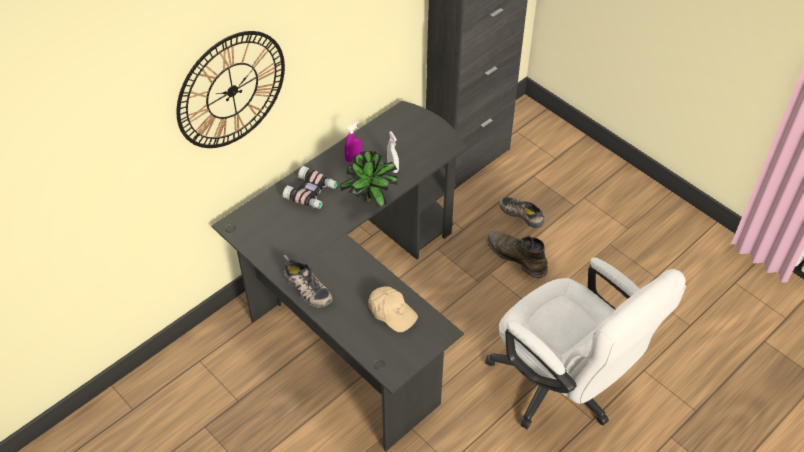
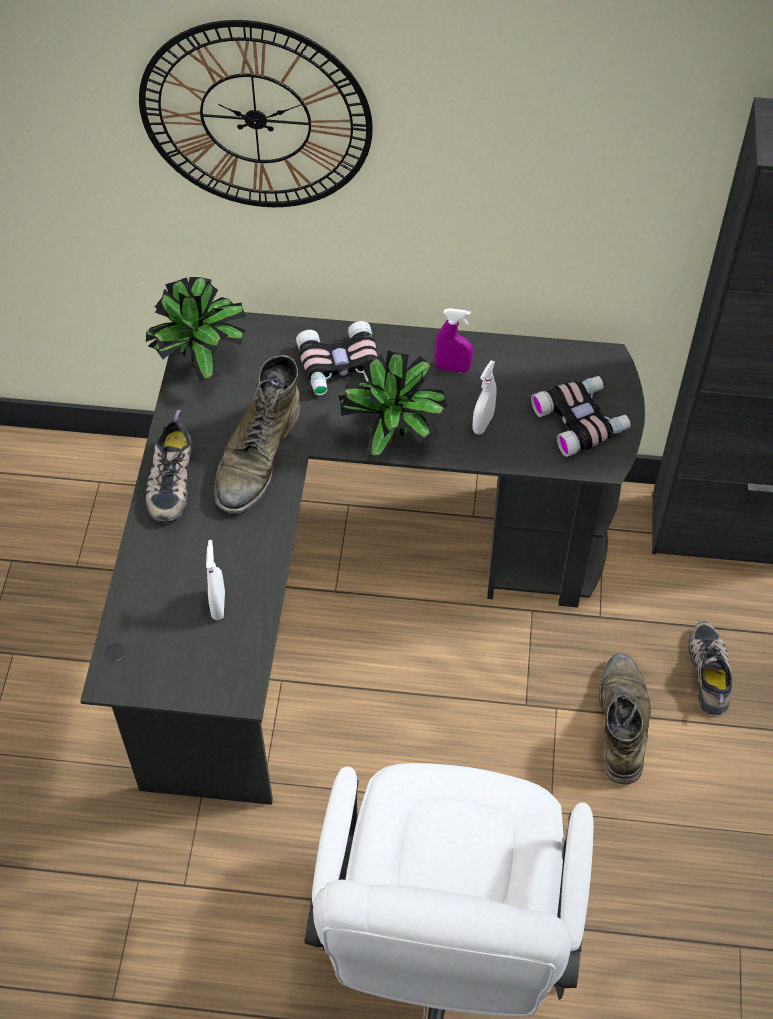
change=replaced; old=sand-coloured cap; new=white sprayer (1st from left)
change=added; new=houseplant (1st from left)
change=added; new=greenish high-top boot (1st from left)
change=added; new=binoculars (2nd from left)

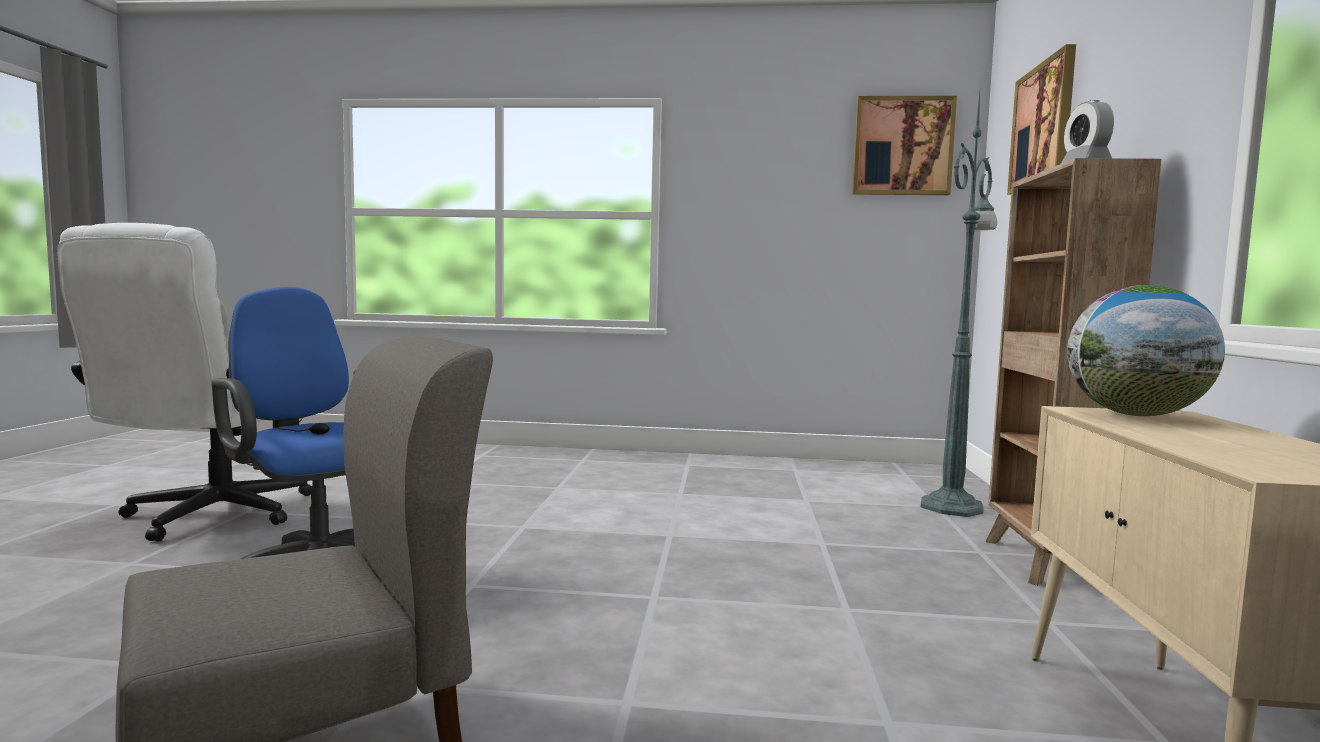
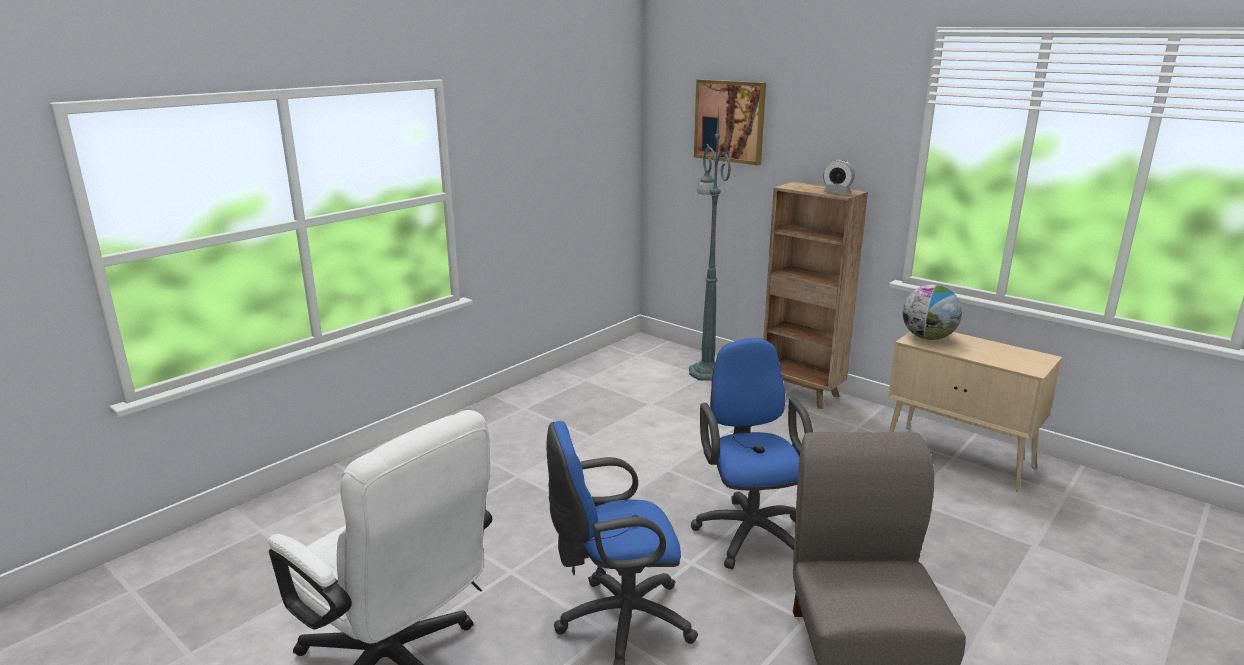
change=removed; old=wall picture (1st from left)
change=added; new=blue-coloured computer chair (2nd from left)

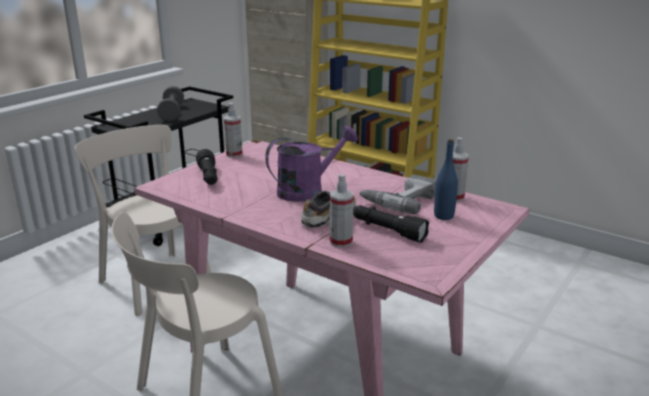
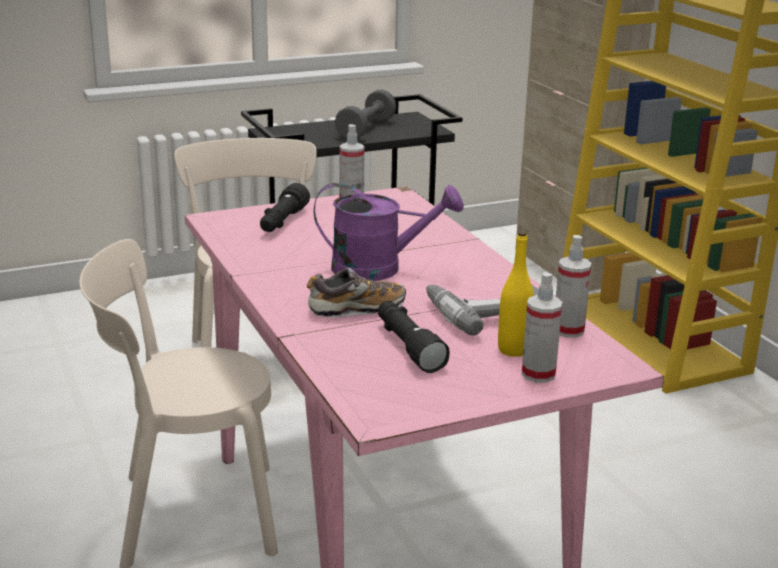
change=recoloured; old=blue-coloured beverage bottle; new=yellow beverage bottle
change=moved; old=sprayer (2nd from left)

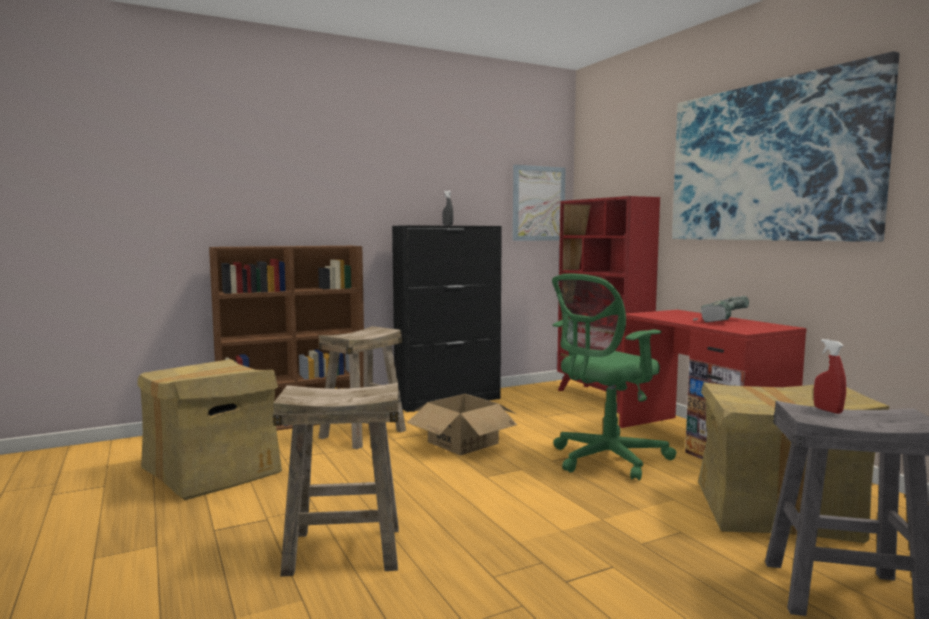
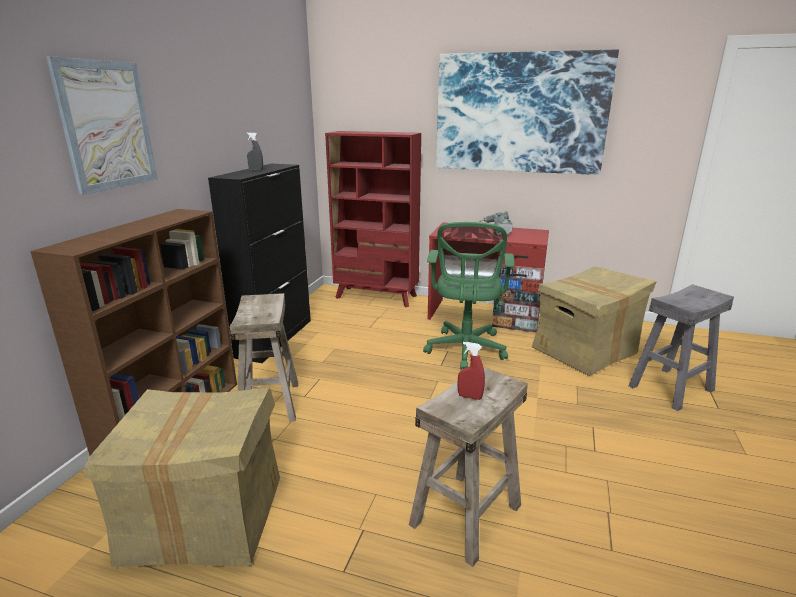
change=moved; old=wall picture (1st from left)
change=moved; old=red sprayer
change=removed; old=packing box (2nd from left)

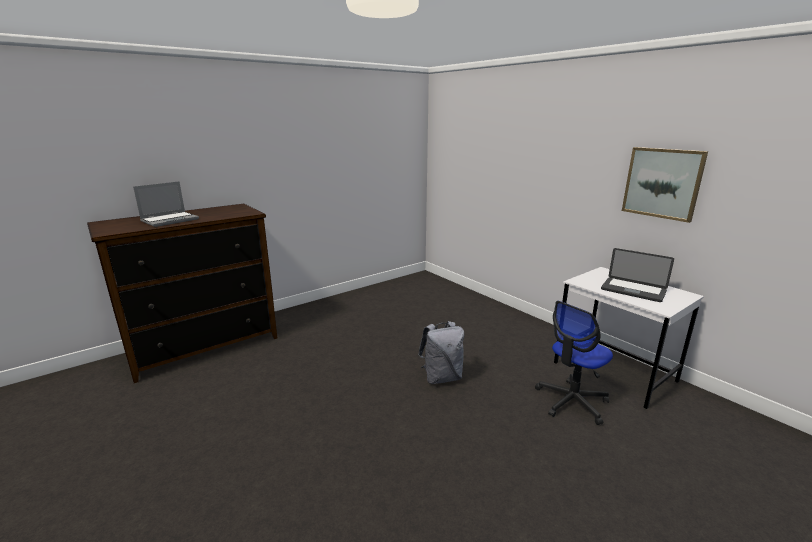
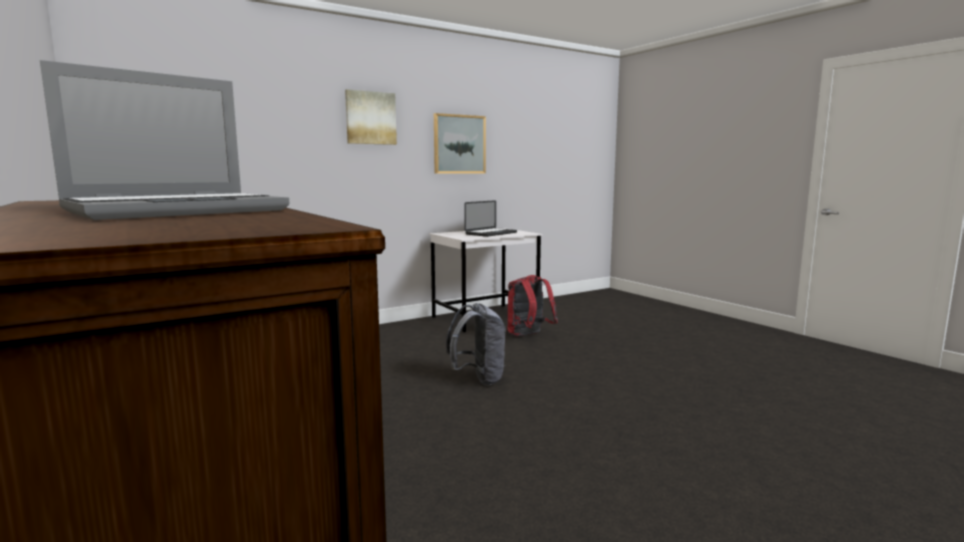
change=turned; old=notebook computer (1st from left); degrees=90
change=replaced; old=computer chair; new=red knapsack
change=added; new=wall picture (1st from left)

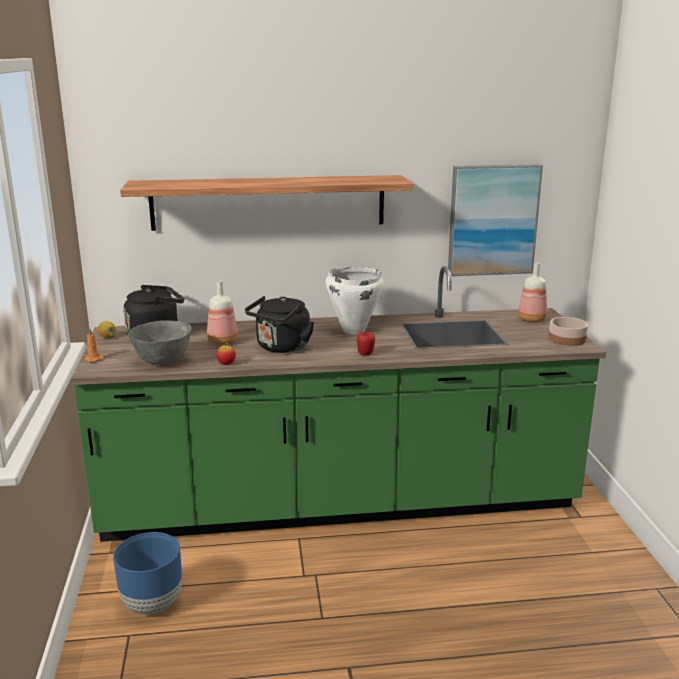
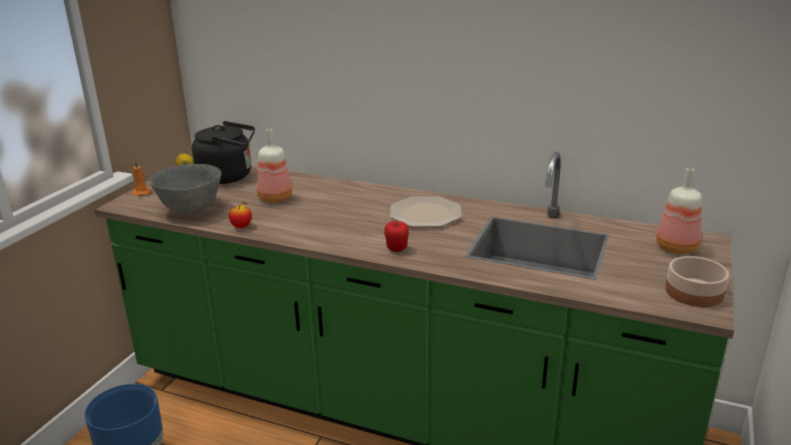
change=removed; old=wall picture
change=removed; old=shelf
change=replaced; old=white saucepot; new=plate
change=removed; old=black tea kettle (2nd from left)

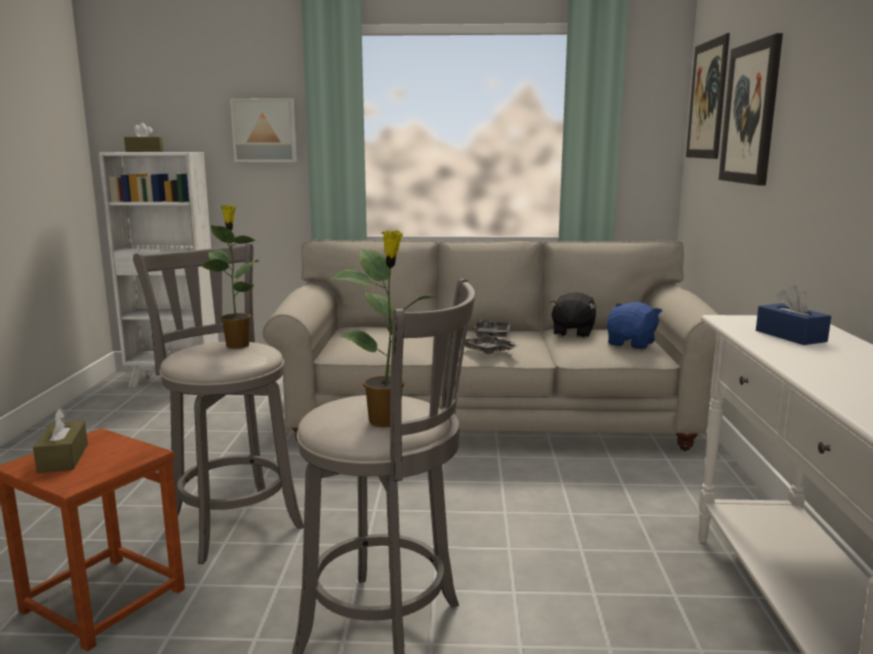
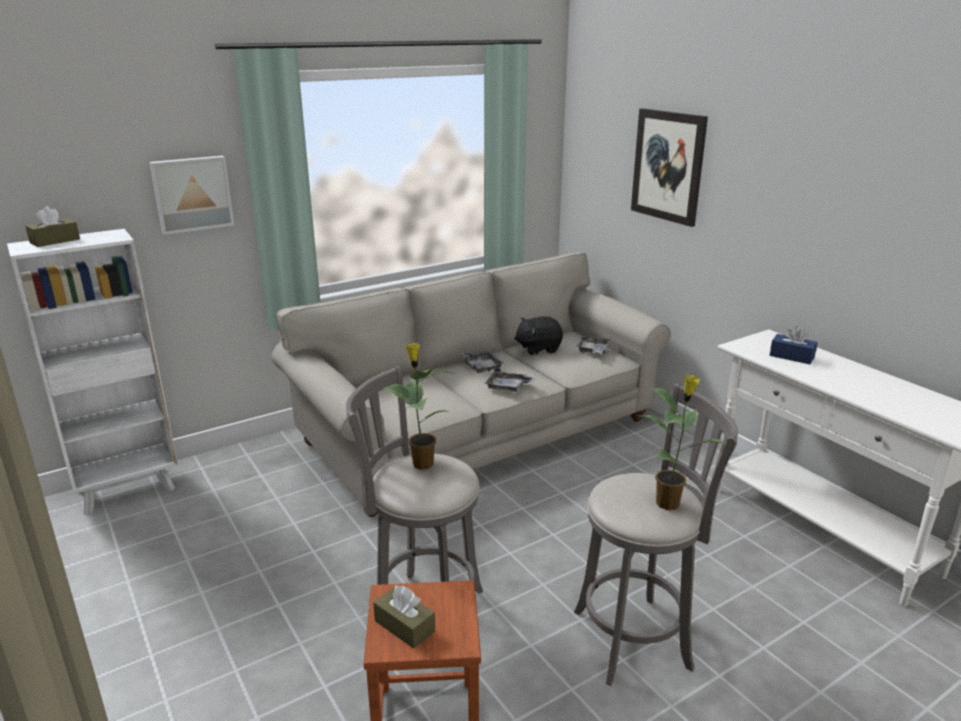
change=removed; old=wall picture (2nd from left)
change=turned; old=black cuddly toy; degrees=90
change=replaced; old=blue-coloured cuddly toy; new=grey serving tray (3rd from left)

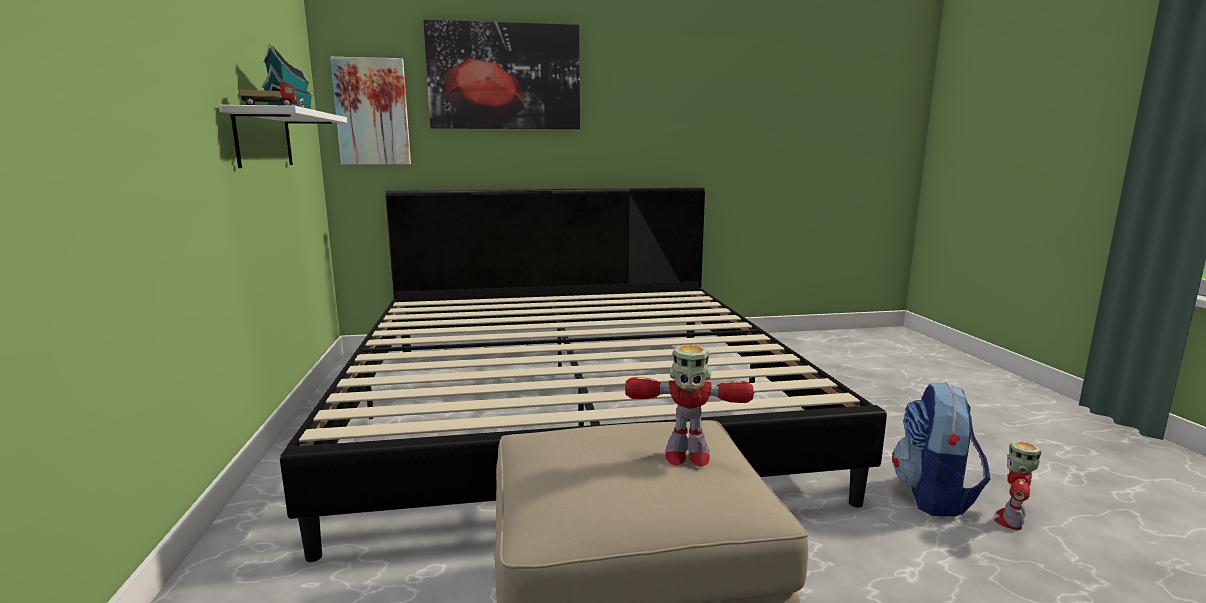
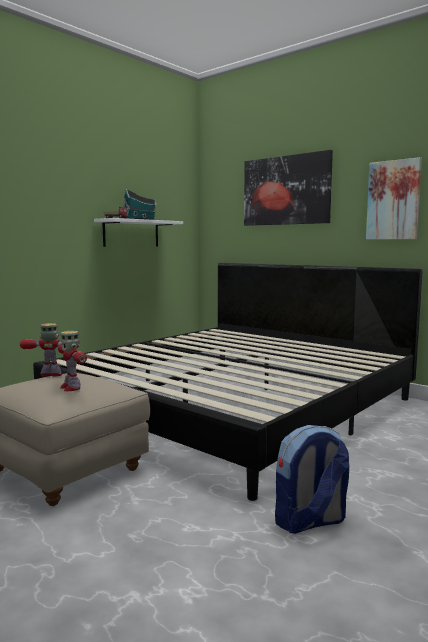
change=moved; old=wall picture (1st from left in the first image); new=wall picture (2nd from left)
change=moved; old=toy robot (2nd from left in the first image); new=toy robot (1st from left)

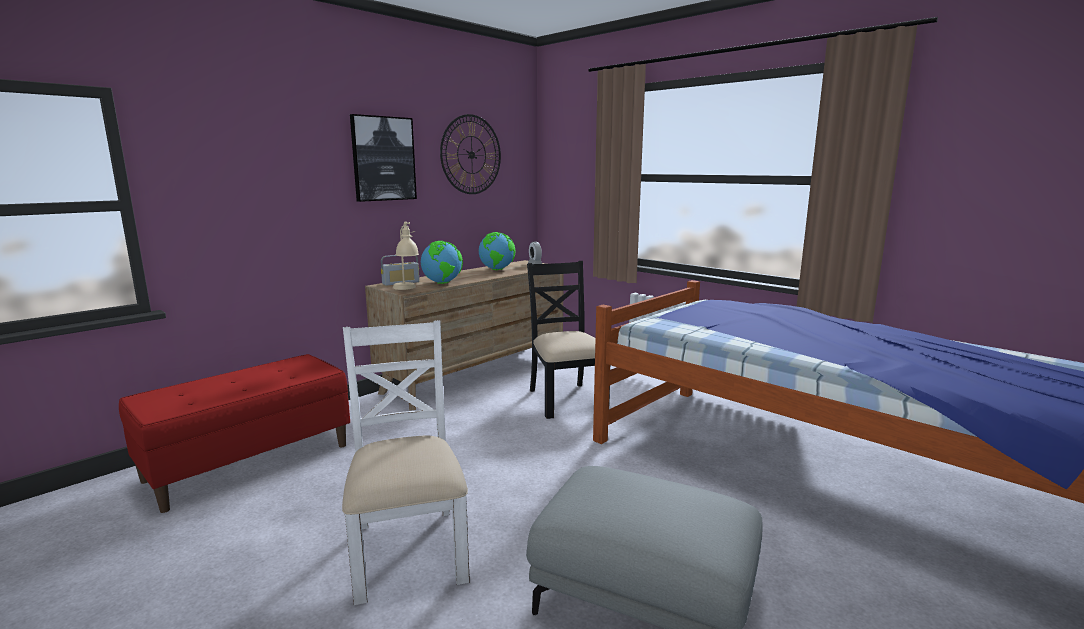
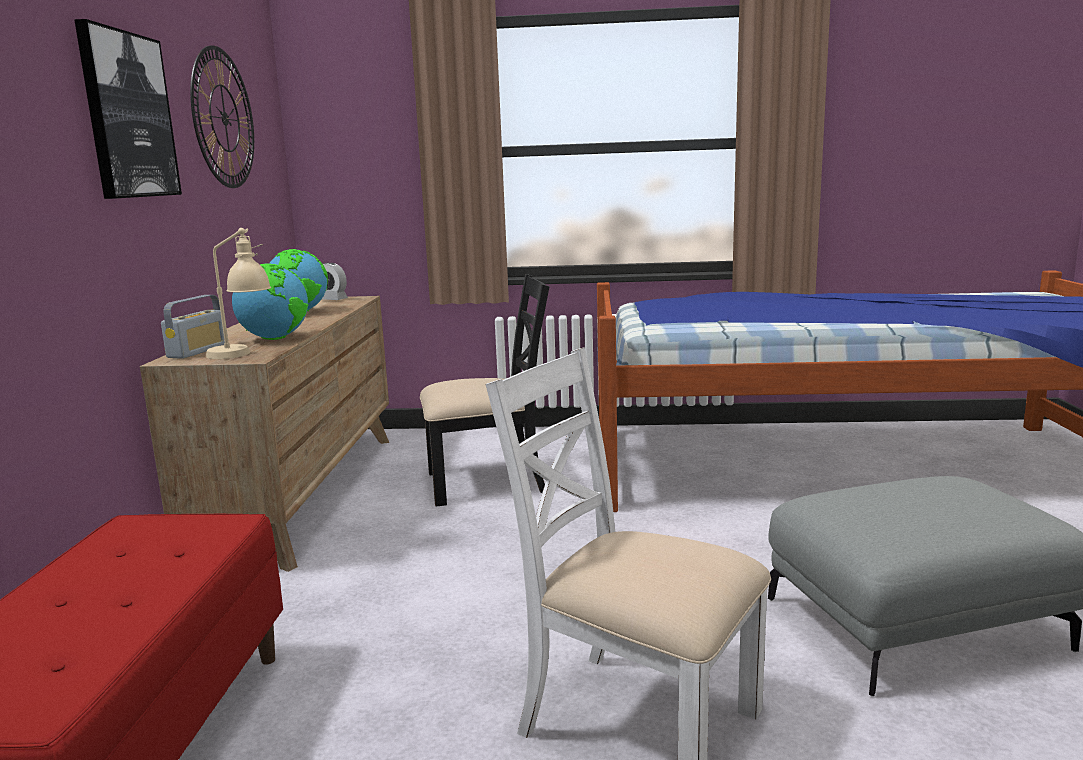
change=turned; old=black upright chair; degrees=135

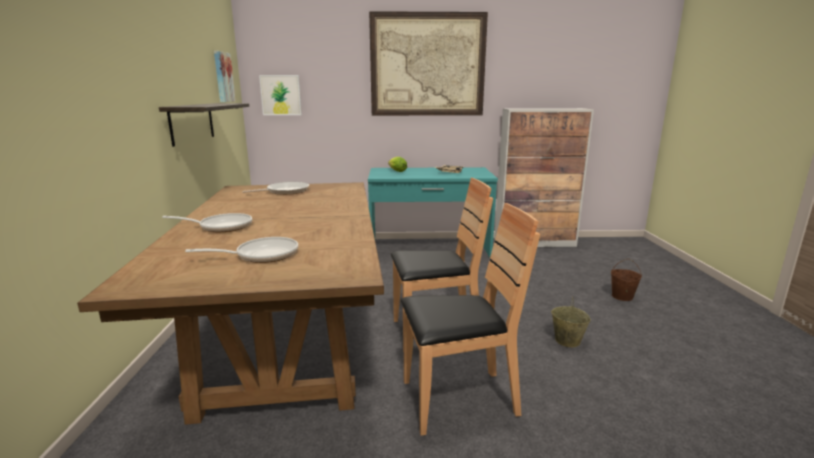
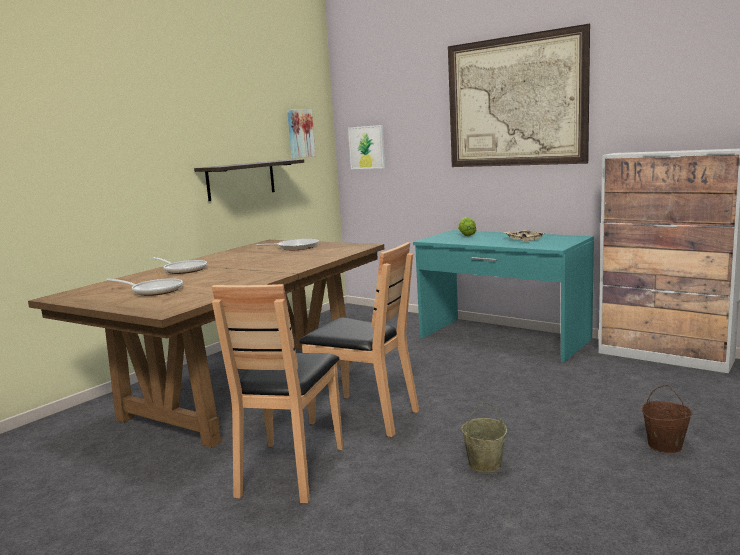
change=turned; old=brown upright chair (2nd from left in the first image); degrees=75

